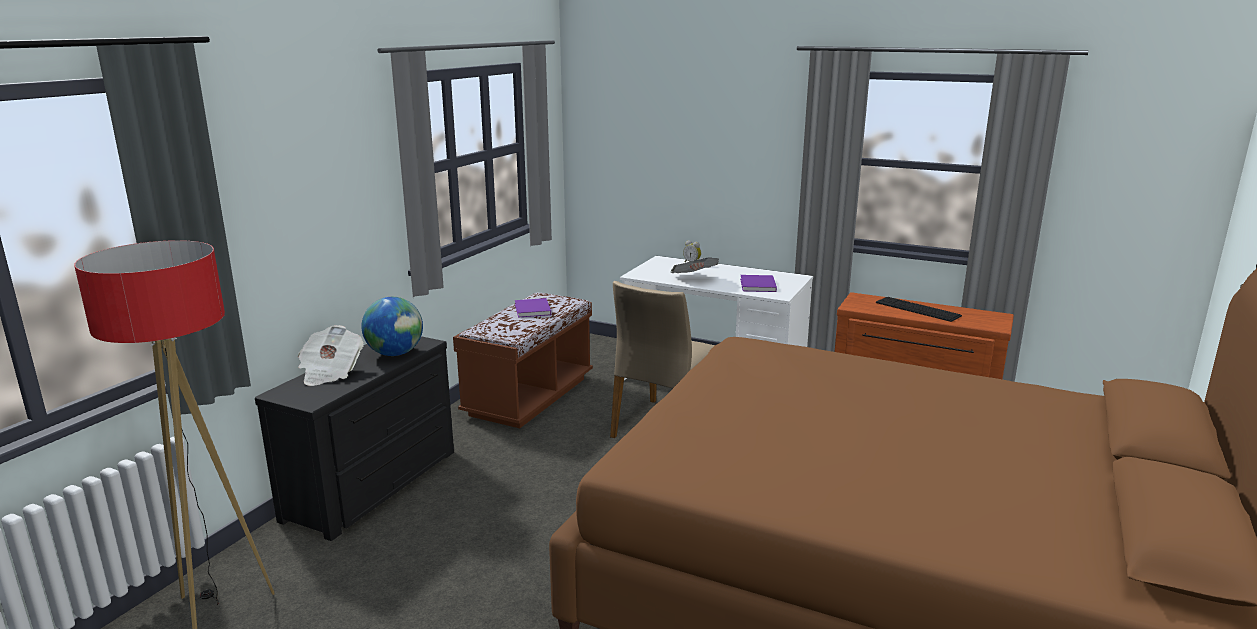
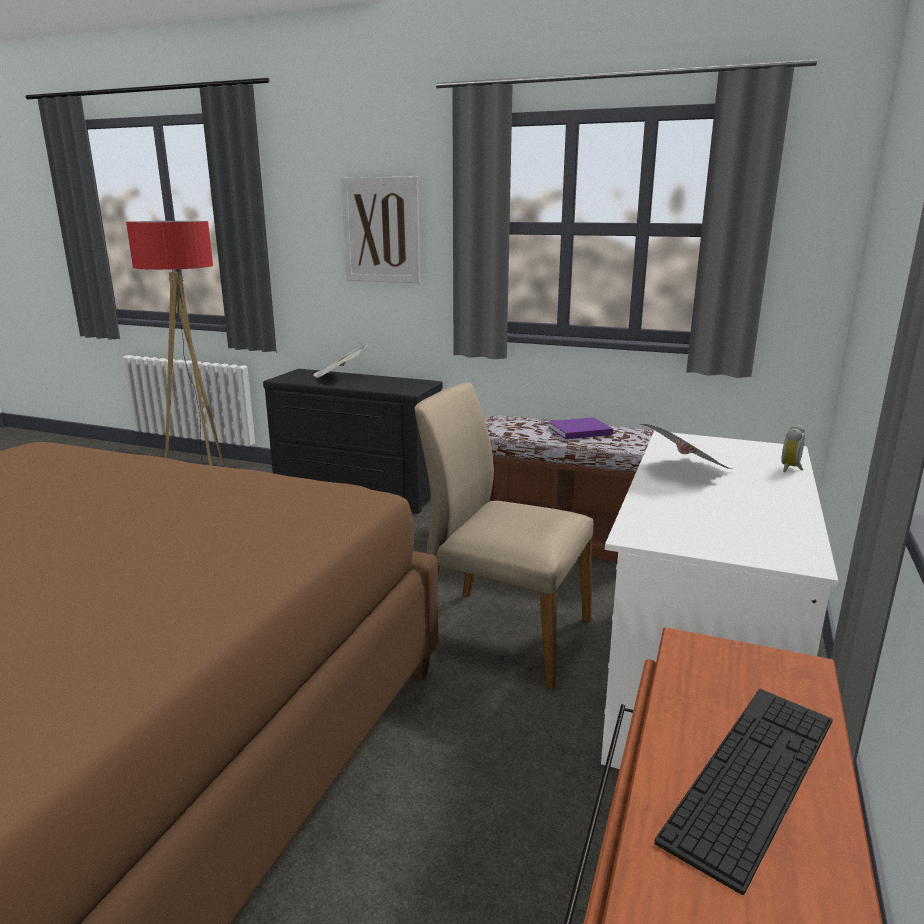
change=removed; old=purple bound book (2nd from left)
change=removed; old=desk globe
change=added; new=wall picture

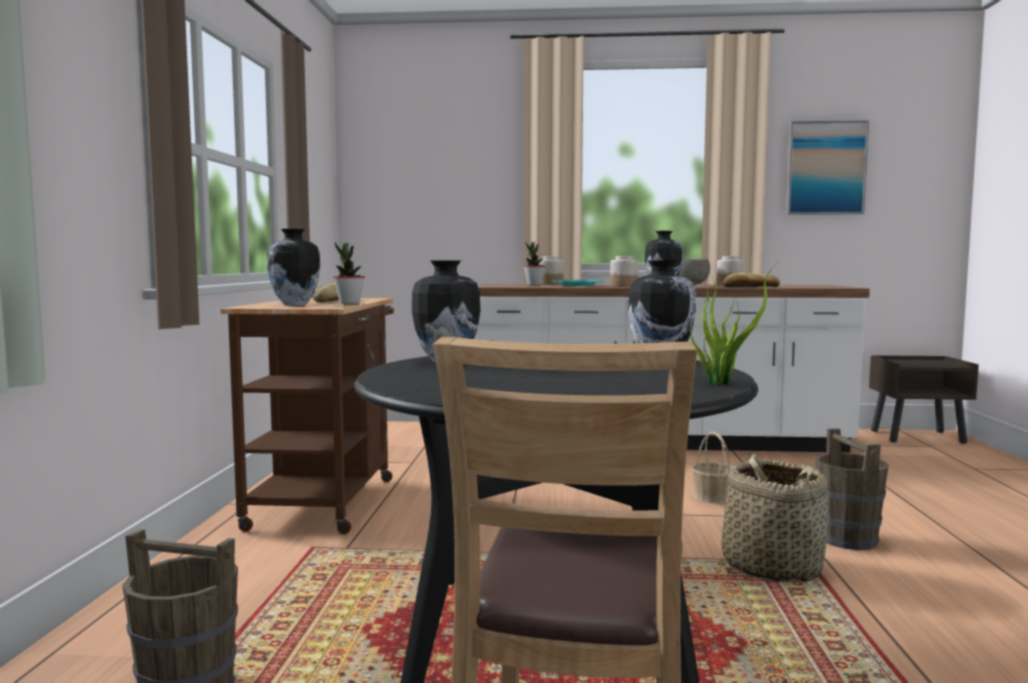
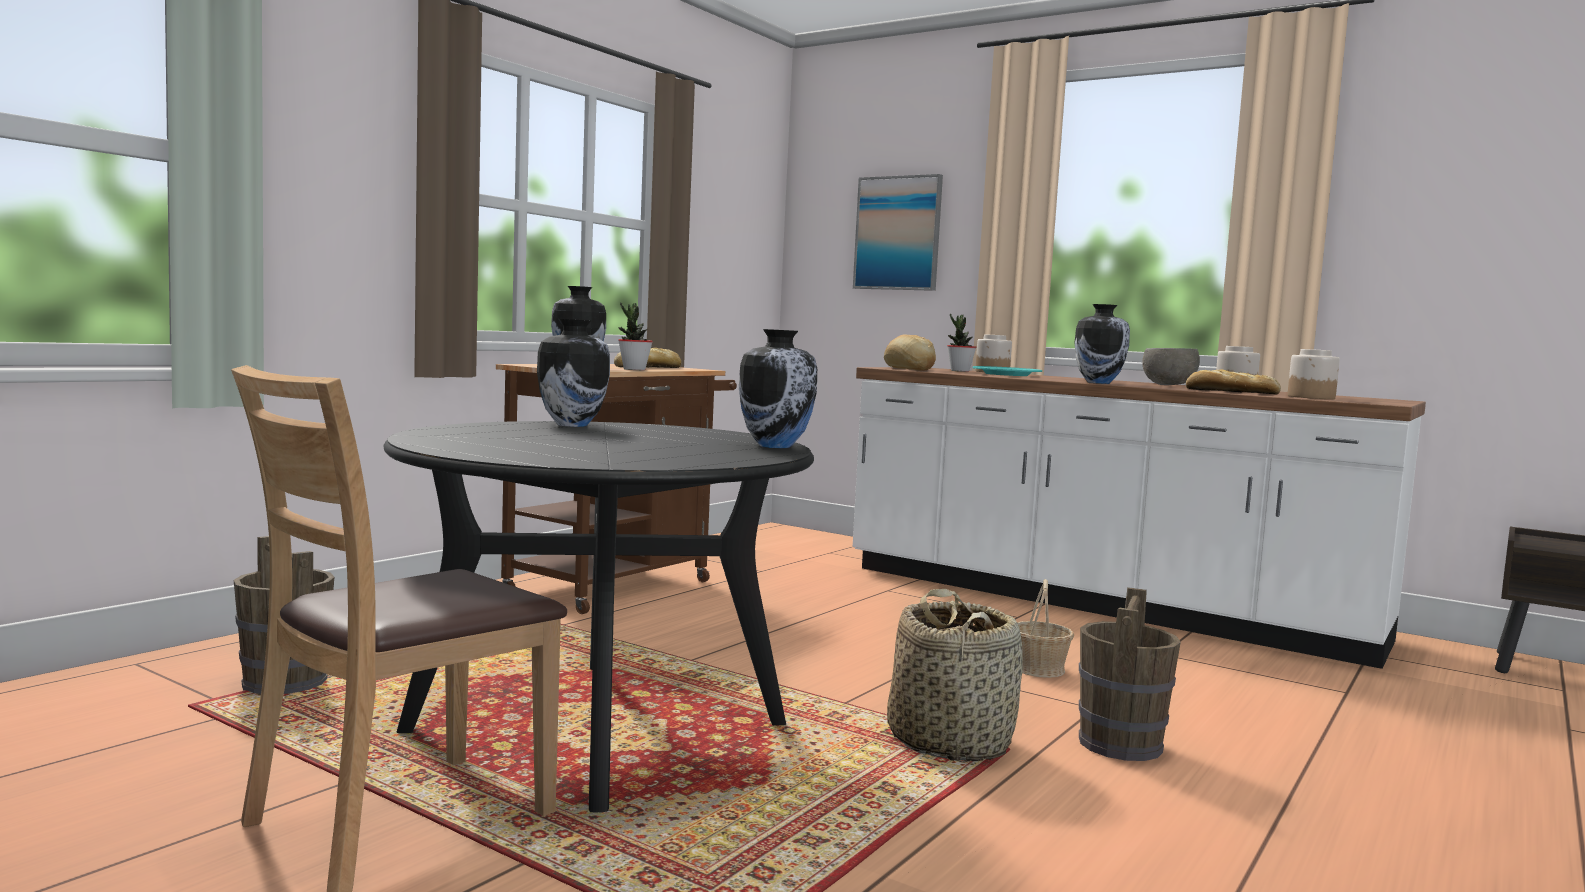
change=moved; old=wall picture
change=moved; old=storage jar (2nd from left in the first image); new=storage jar (3rd from left)
change=removed; old=houseplant (3rd from left)
change=added; new=bread (2nd from left)

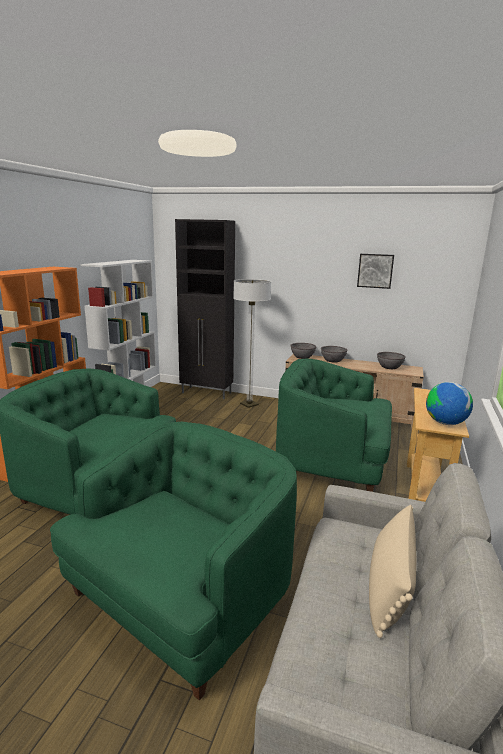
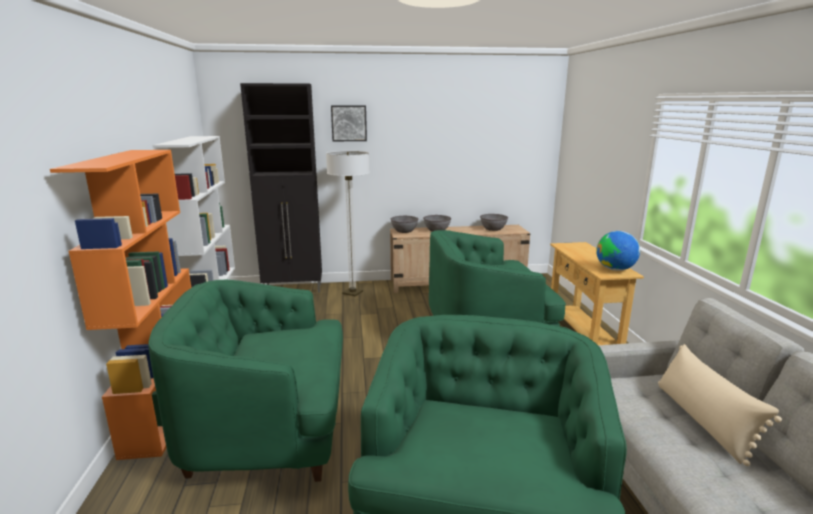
change=moved; old=wall picture

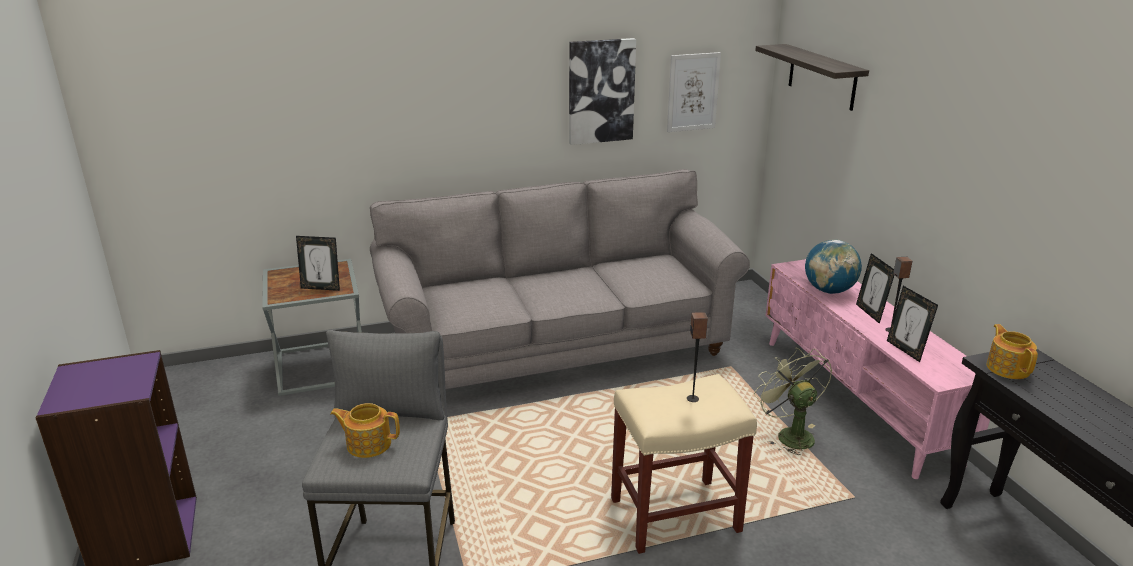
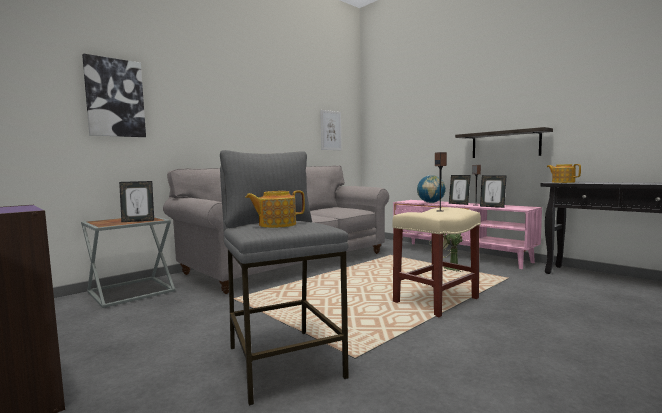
change=moved; old=wall picture (1st from left)
change=moved; old=shelf

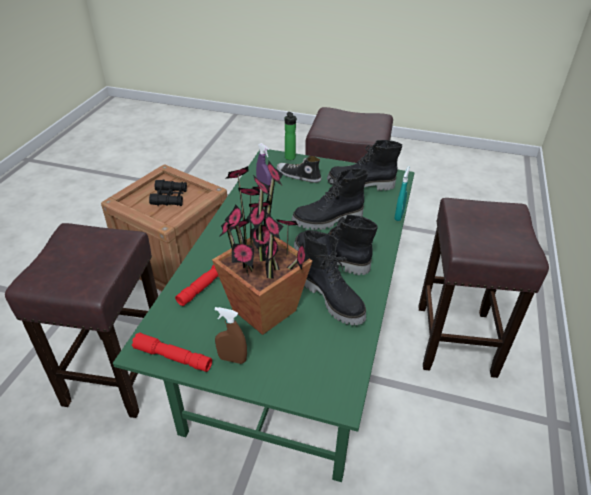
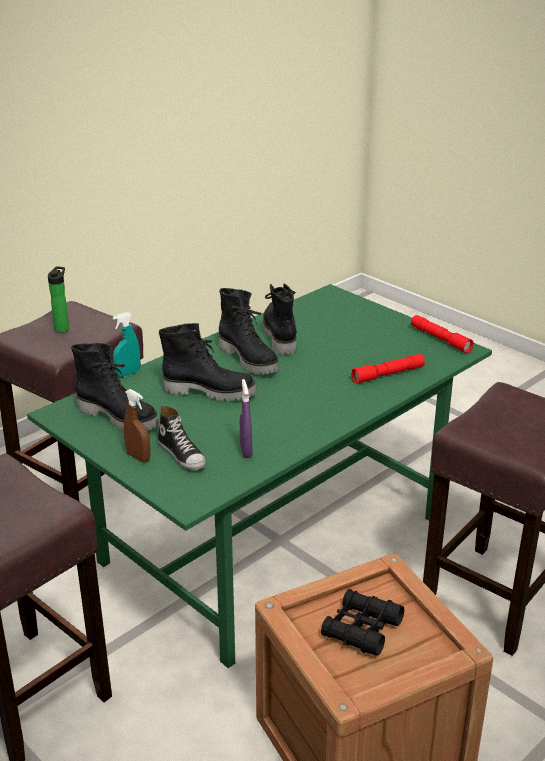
change=moved; old=beverage bottle
change=removed; old=houseplant
change=moved; old=brown sprayer

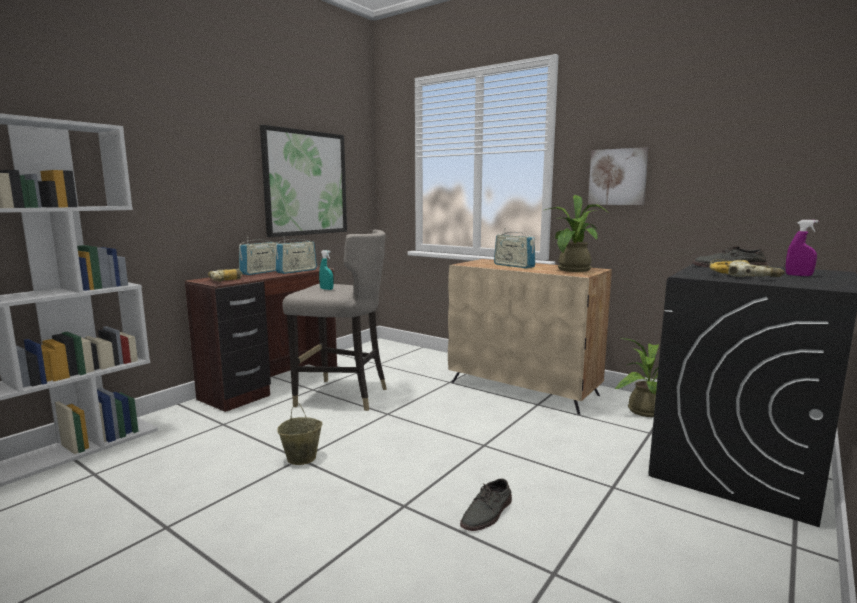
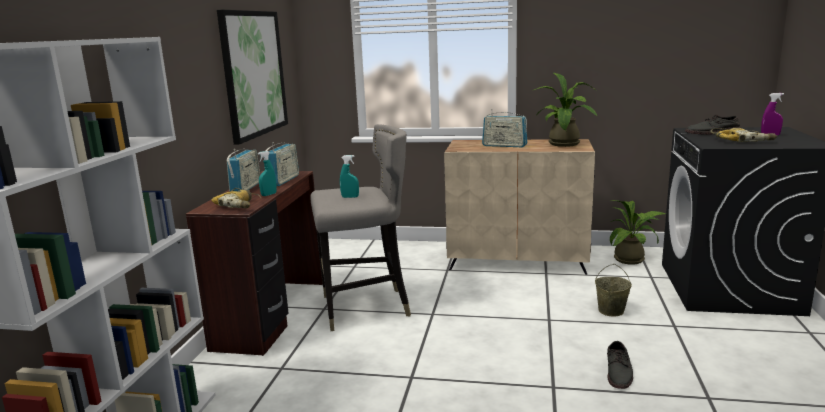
change=removed; old=wall picture (2nd from left)
change=moved; old=sand-coloured pail
change=added; new=blue-green sprayer (1st from left)

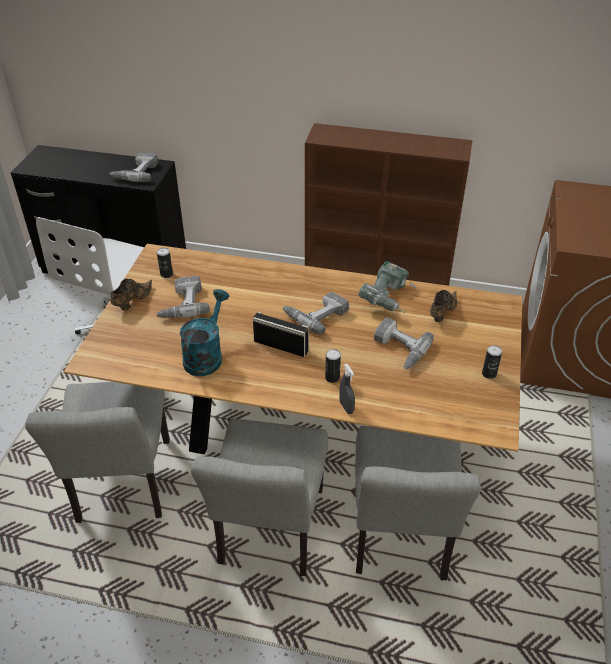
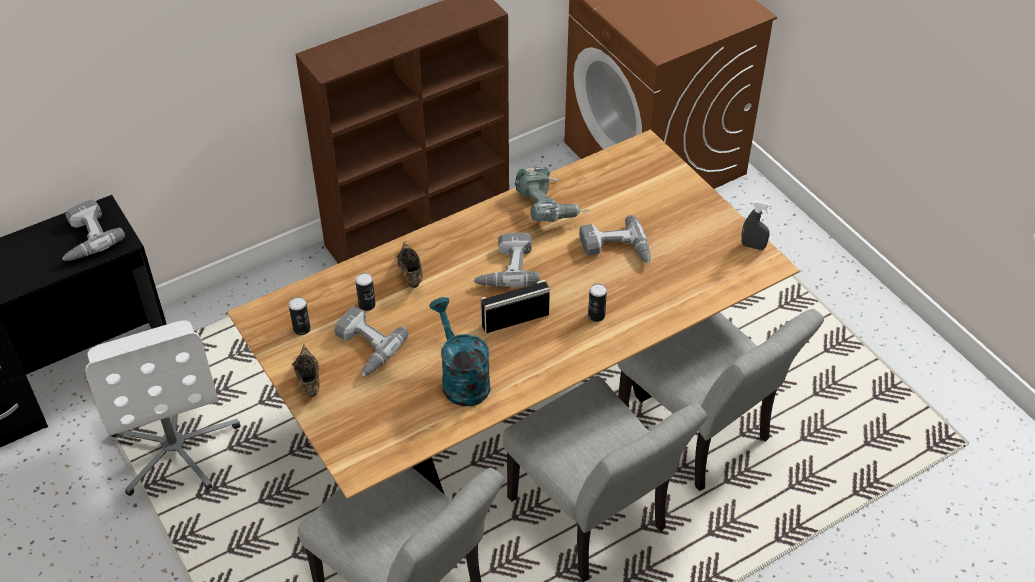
change=moved; old=brown item of footwear (2nd from left)
change=moved; old=can (3rd from left in the first image); new=can (2nd from left)
change=moved; old=grey sprayer

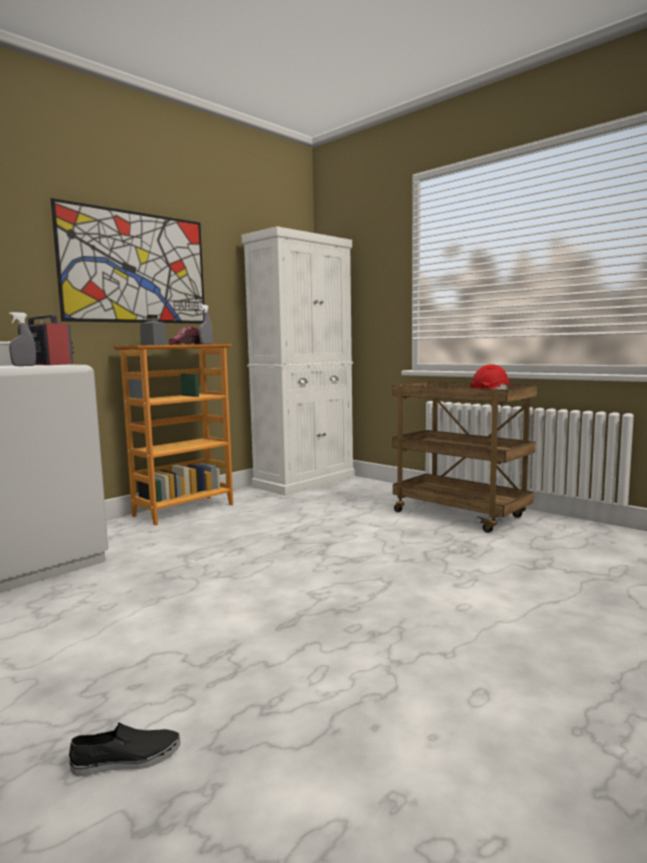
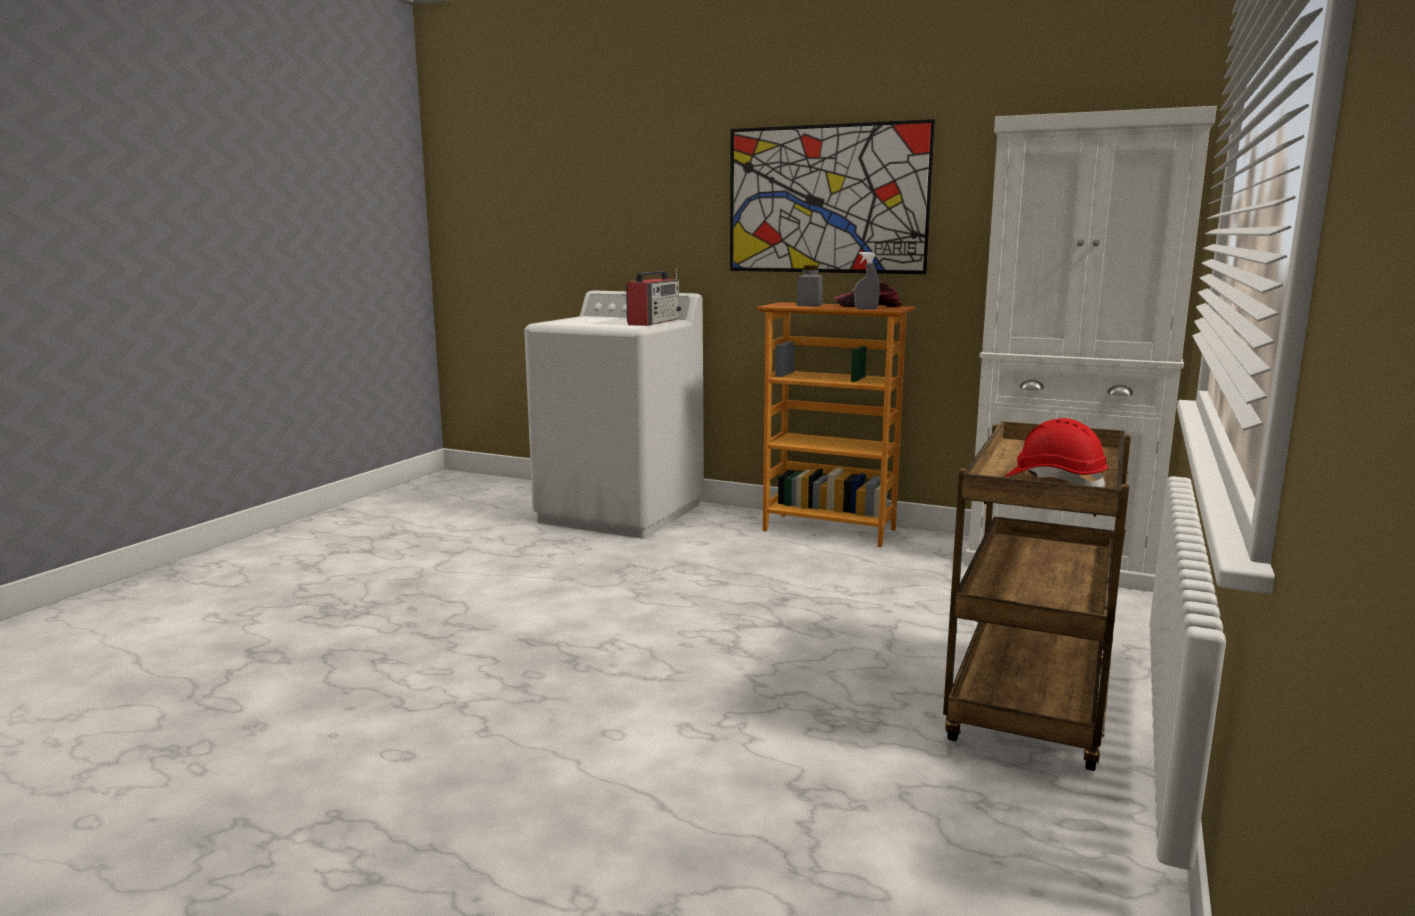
change=removed; old=grey sprayer (1st from left)
change=removed; old=black item of footwear

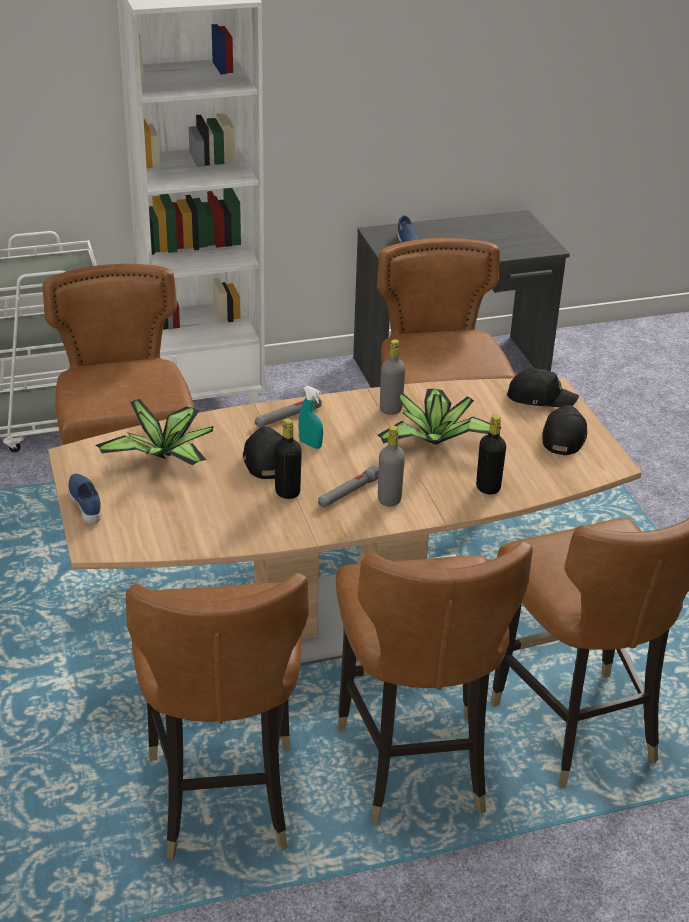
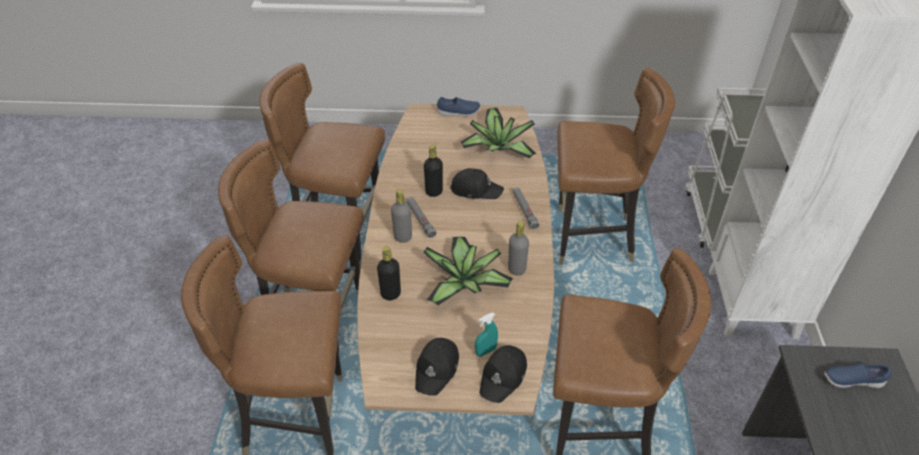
change=moved; old=blue-green sprayer
change=turned; old=black cap (3rd from left in the first image); degrees=75

